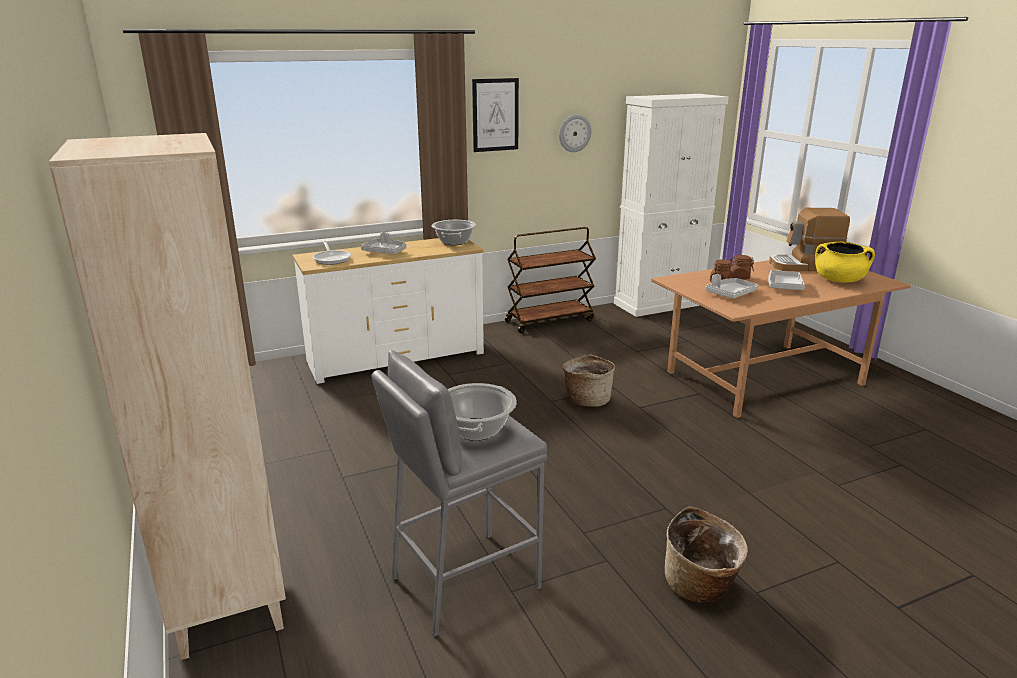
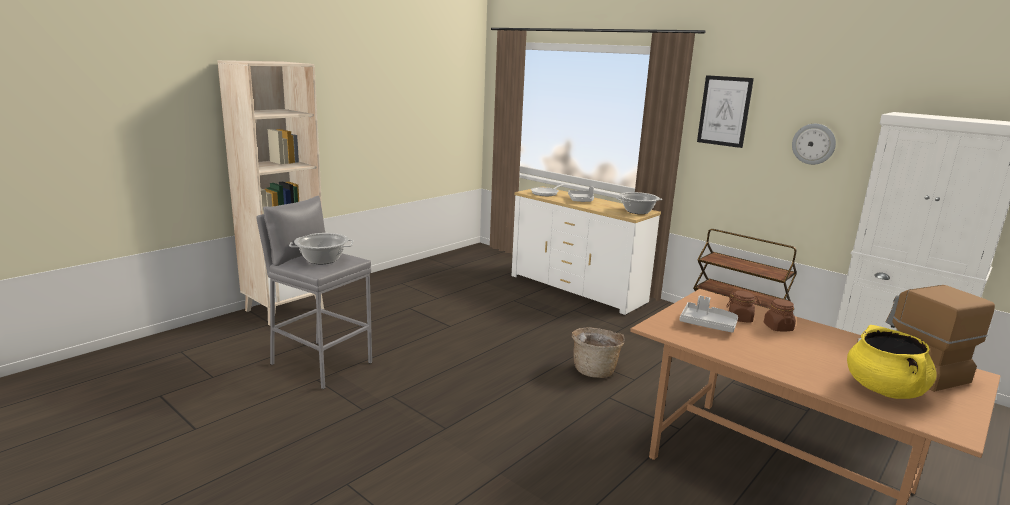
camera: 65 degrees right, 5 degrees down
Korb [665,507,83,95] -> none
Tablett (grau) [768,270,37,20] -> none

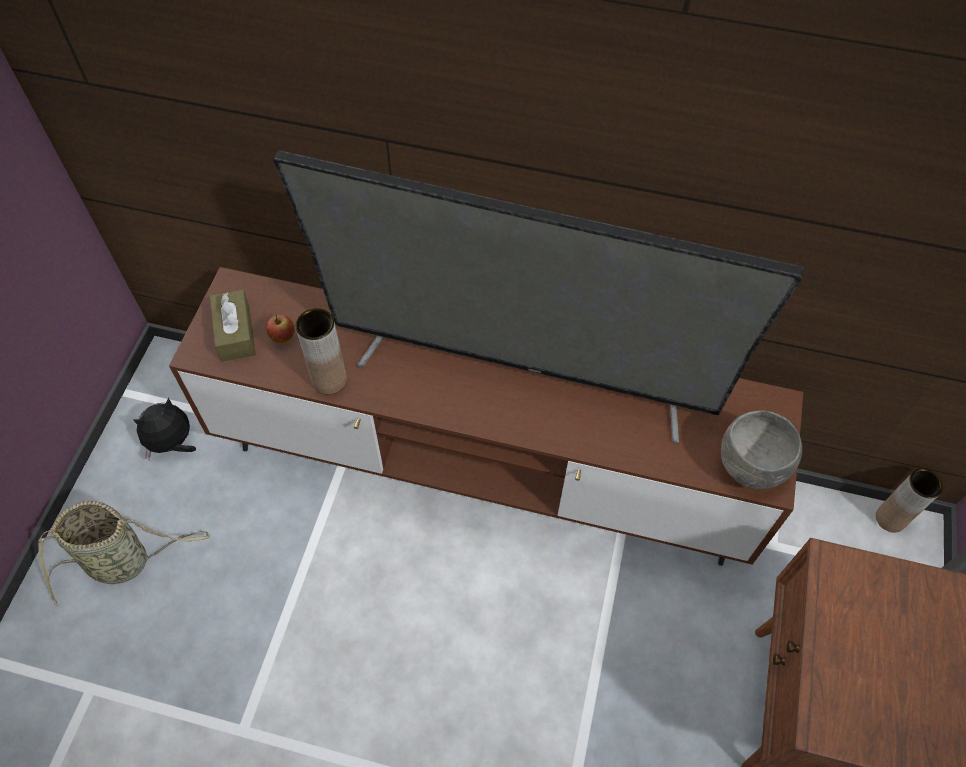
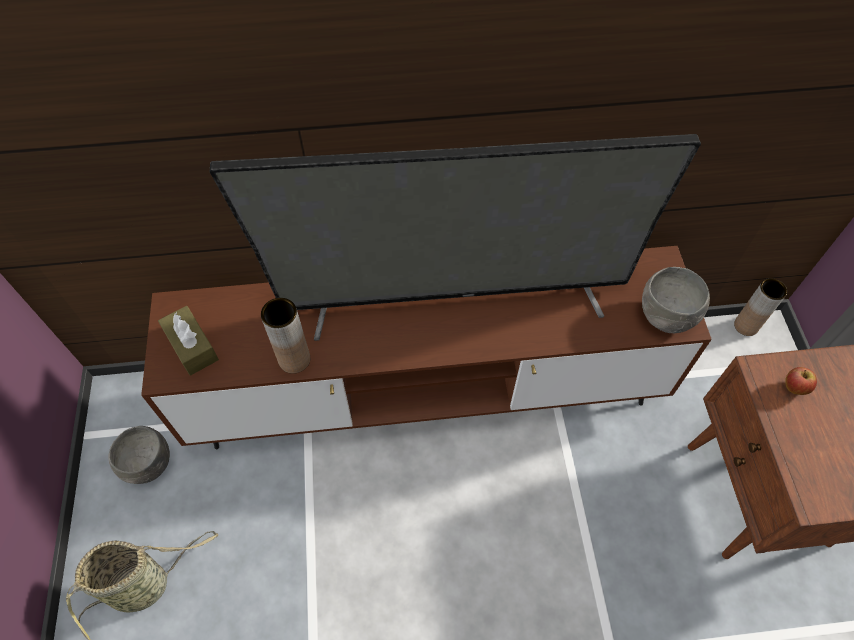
camera: 20 degrees left, 0 degrees up
Plüschtier [133,398,63,63] -> Schüssel (grau) [108,426,62,58]
Apfel [266,314,29,30] -> Apfel [785,367,32,28], move

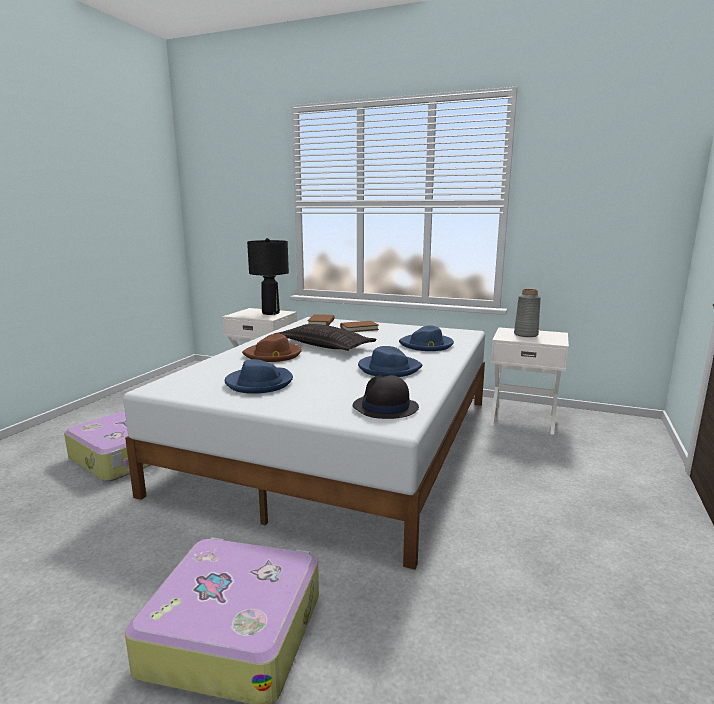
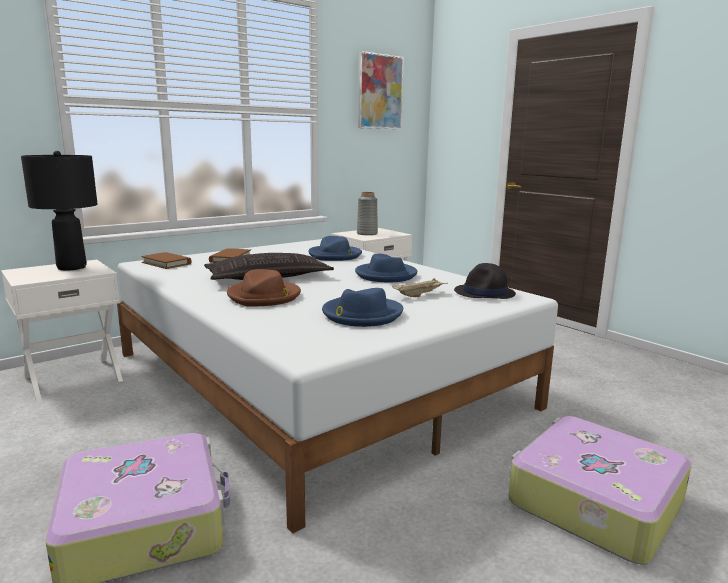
camera: 60 degrees left, 0 degrees up
none -> Bild [358,51,46,78]
none -> Tablett (beige) [392,278,56,19]

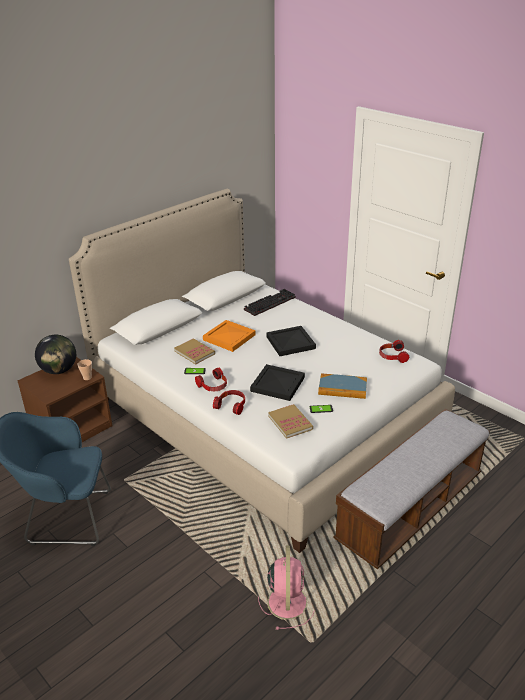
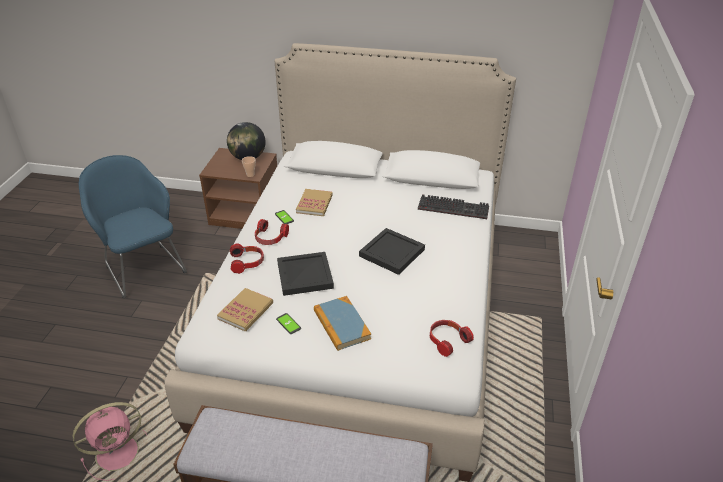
camera: 55 degrees right, 5 degrees up
Tablett (orange) [203,320,52,32] -> none

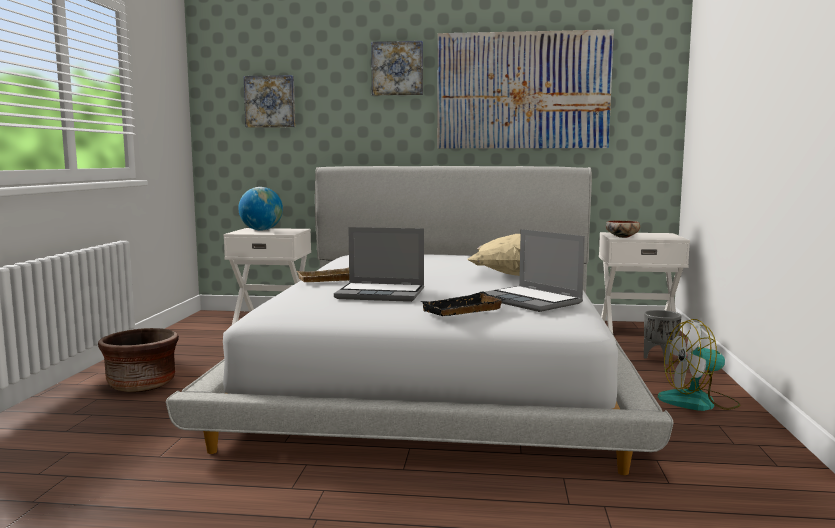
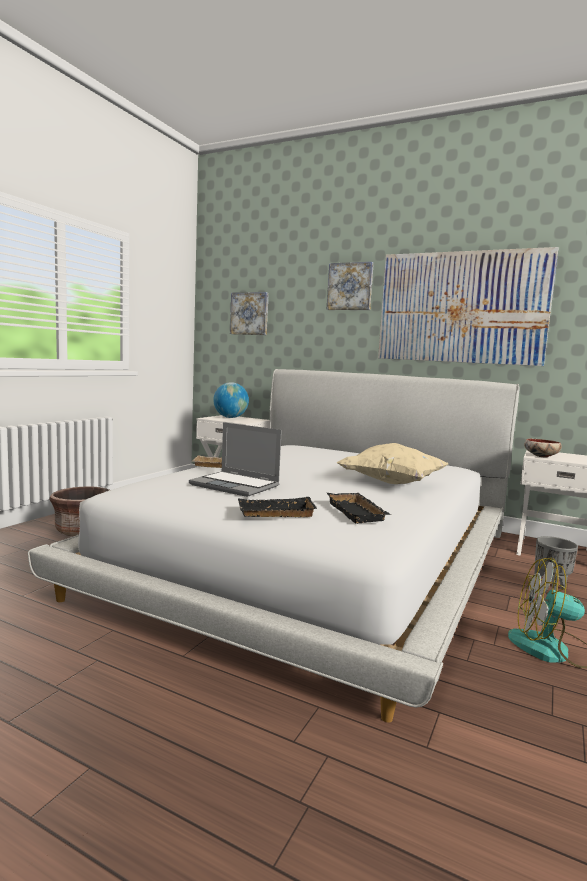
camera: 20 degrees right, 0 degrees up
Laptop [485,229,100,83] -> Tablett (schwarz) [327,493,64,31]

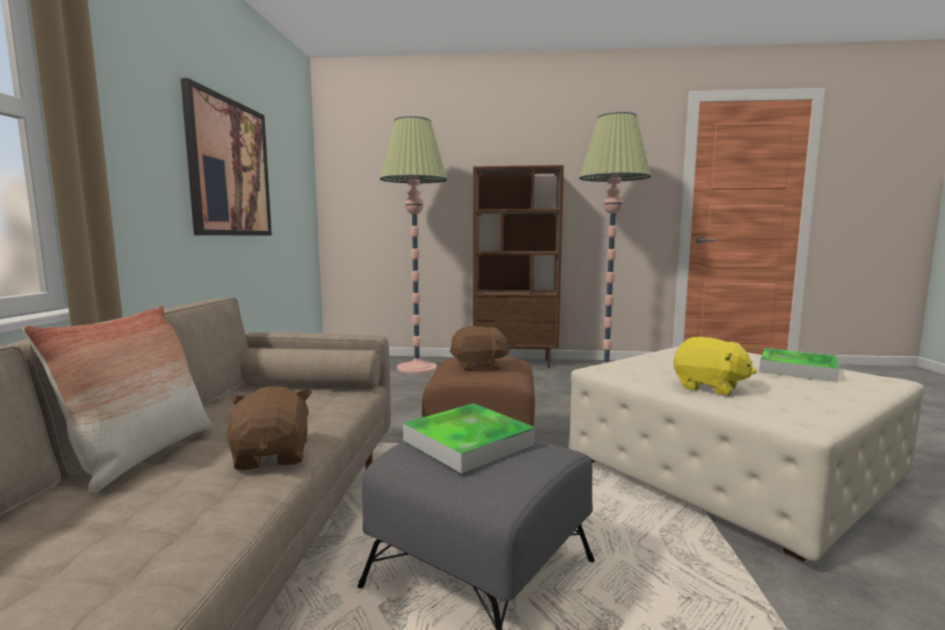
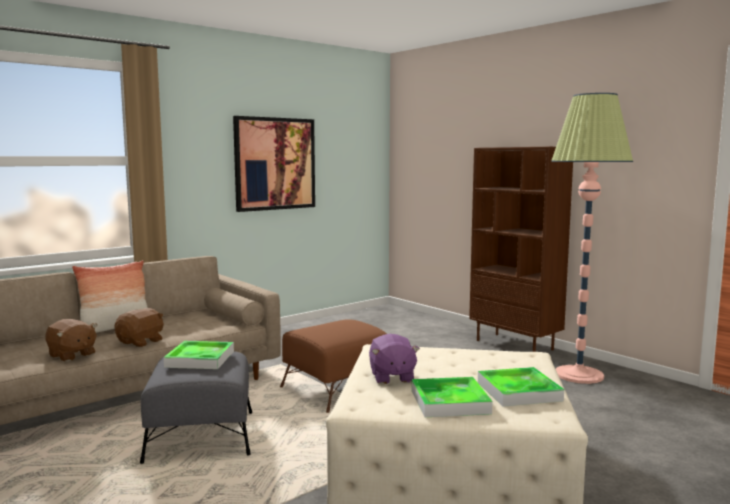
camera: 45 degrees right, 0 degrees up
Plüschtier (braun) [450,326,62,46] -> Plüschtier (braun) [45,319,52,43], move
Plüschtier (gelb) [673,337,84,59] -> Plüschtier (lila) [369,334,51,50]
none -> Tablett [412,377,81,40]
Stehlampe [380,116,67,258] -> none

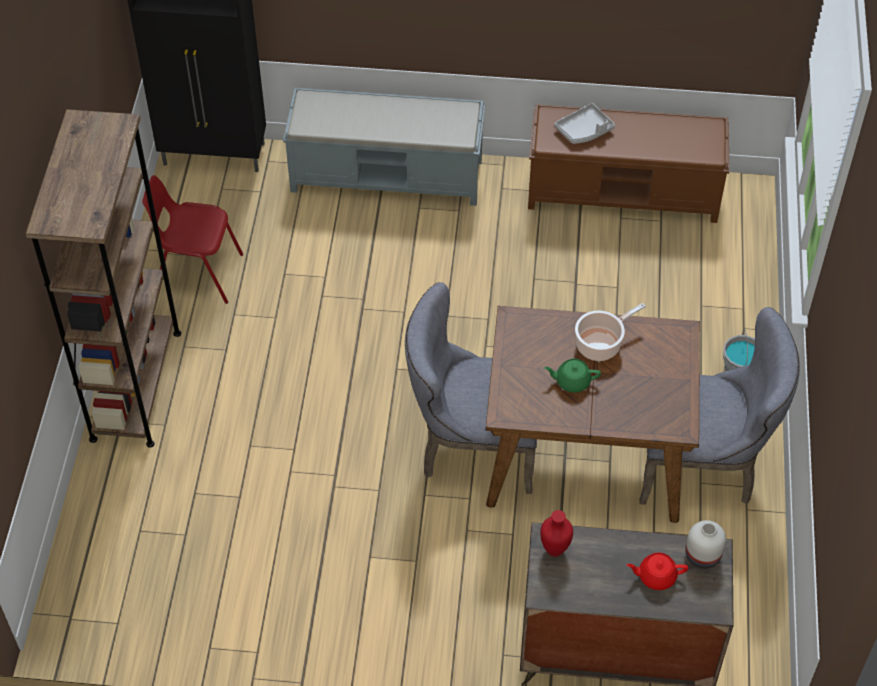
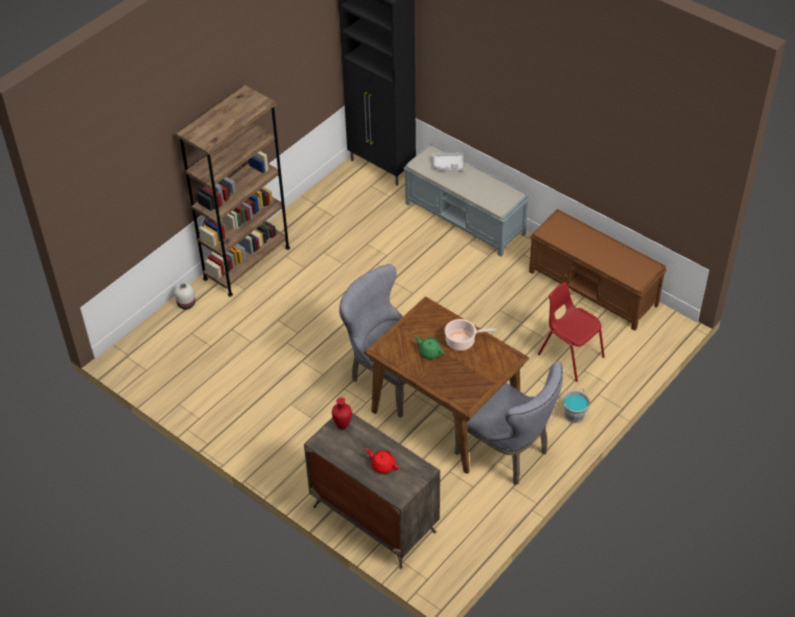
camera: 35 degrees right, 5 degrees down
Vase (weiß) [685,520,41,49] -> Vase (weiß) [175,283,20,26], move
Tablett (grau) [555,103,60,41] -> Tablett (grau) [433,153,32,19], move
Stuhl (rot) [142,175,101,129] -> Stuhl (rot) [538,282,67,100], move

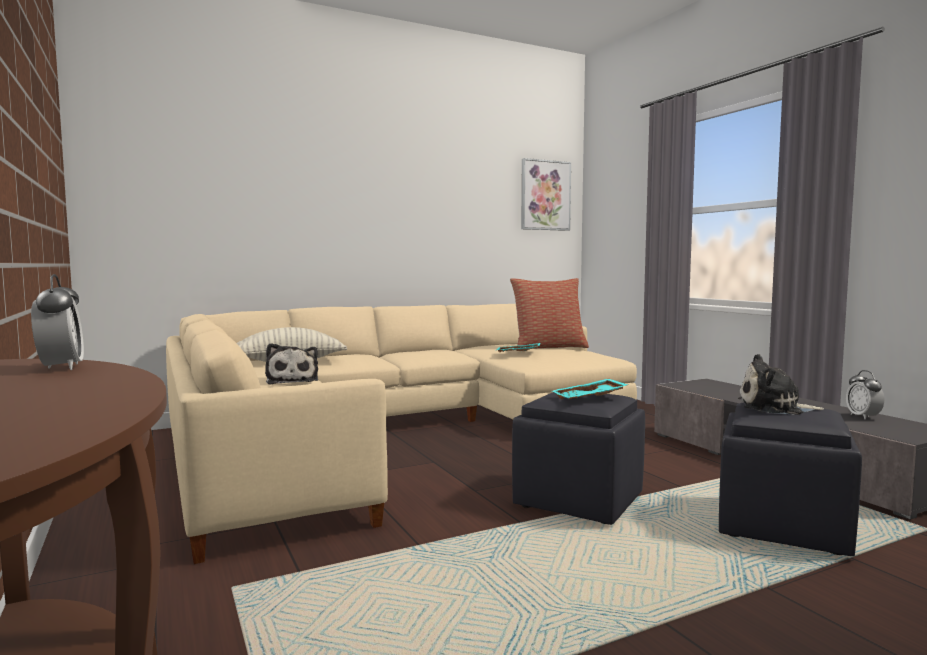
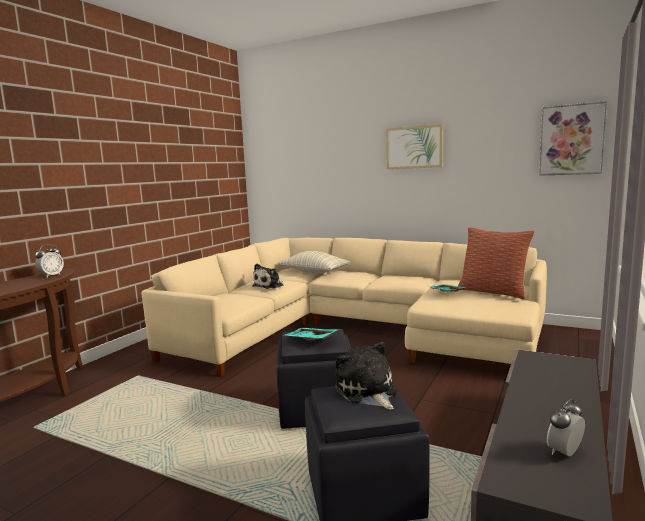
camera: 55 degrees right, 5 degrees up
none -> Bild [386,124,57,45]

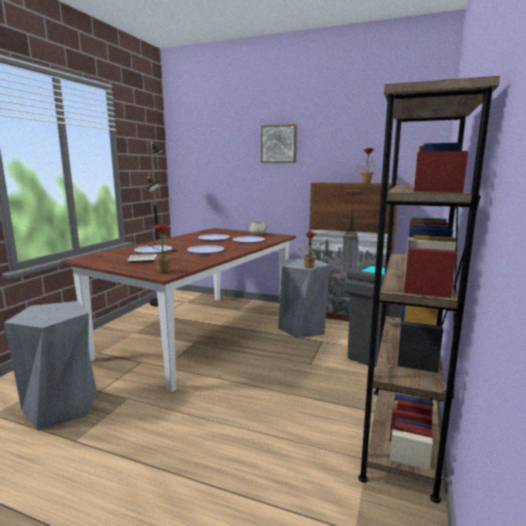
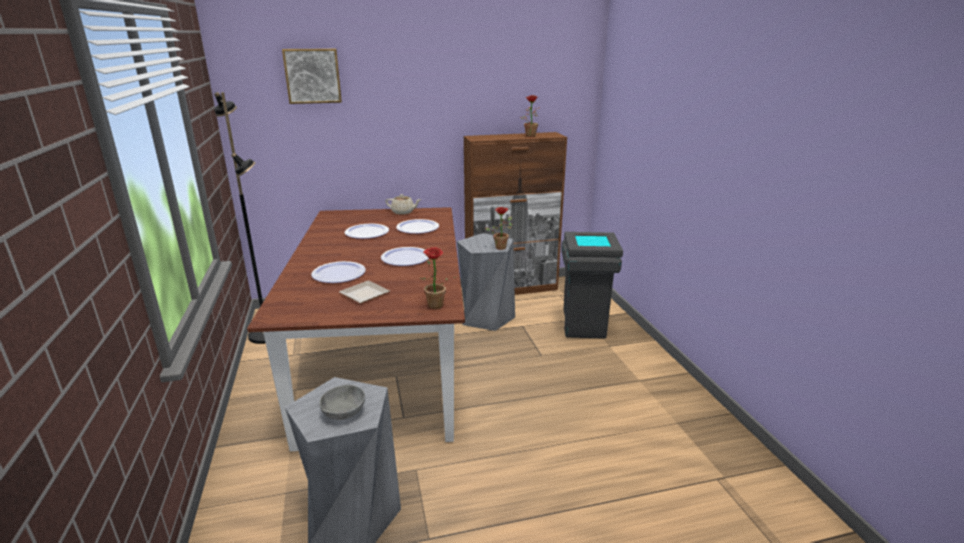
camera: 35 degrees left, 10 degrees up
Bild [261,124,36,39] -> Bild [282,49,60,55], move
none -> Schüssel (grau) [319,385,46,35]
Bücherregal (braun) [358,76,142,427] -> none

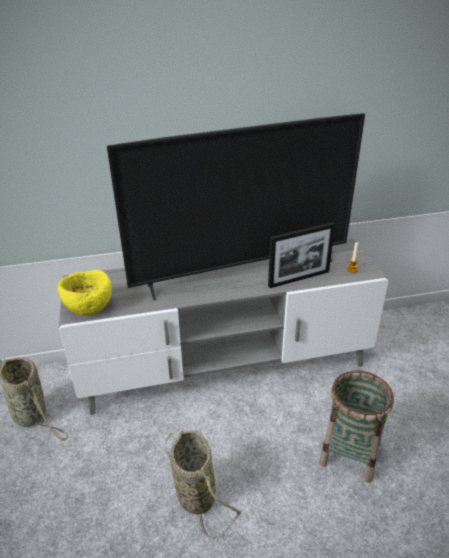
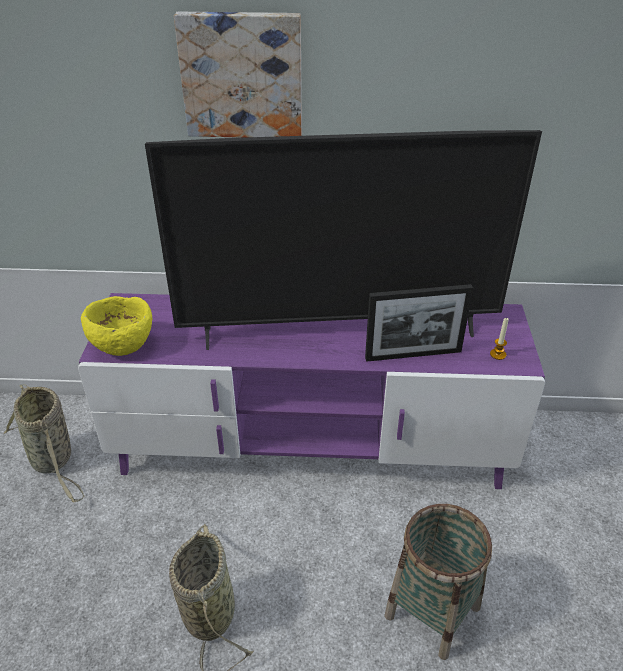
camera: 15 degrees right, 5 degrees up
Fernsehschrank (grau) [59,238,330,177] -> Fernsehschrank (lila) [78,293,467,196]
none -> Bild [174,12,128,126]

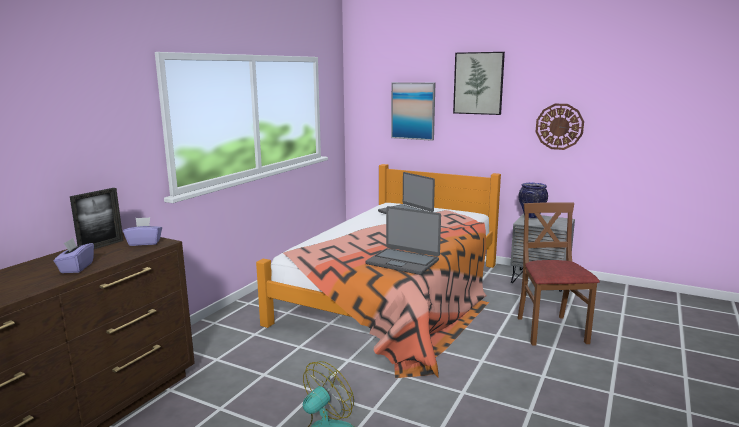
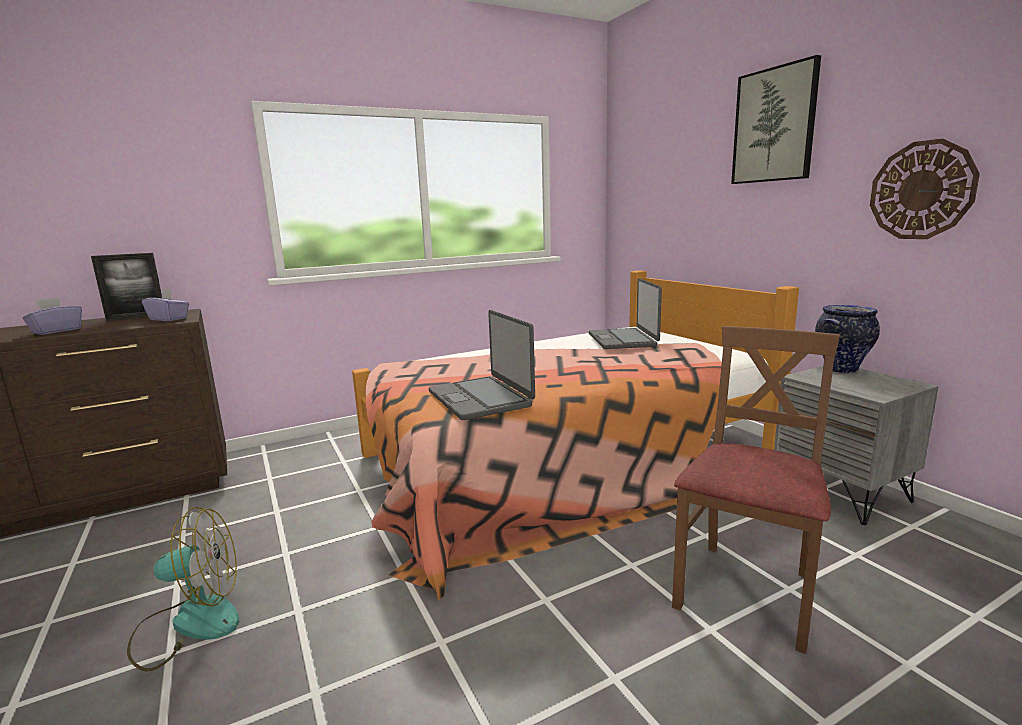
camera: 35 degrees right, 0 degrees up
Bild [391,82,44,59] -> none

